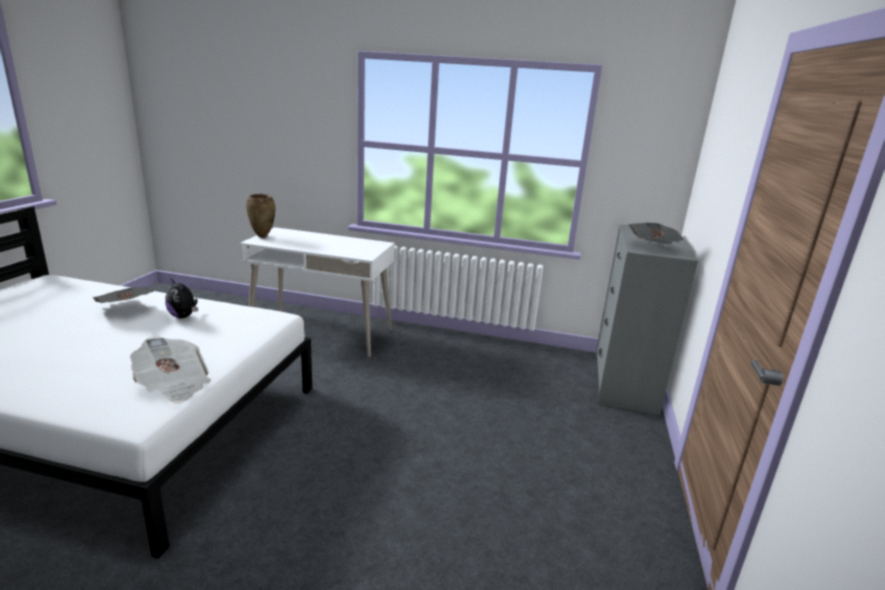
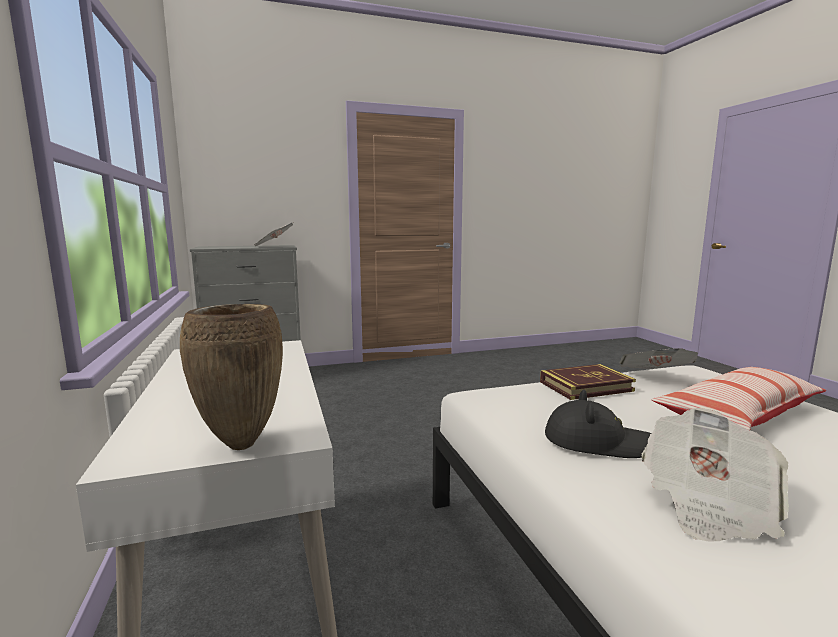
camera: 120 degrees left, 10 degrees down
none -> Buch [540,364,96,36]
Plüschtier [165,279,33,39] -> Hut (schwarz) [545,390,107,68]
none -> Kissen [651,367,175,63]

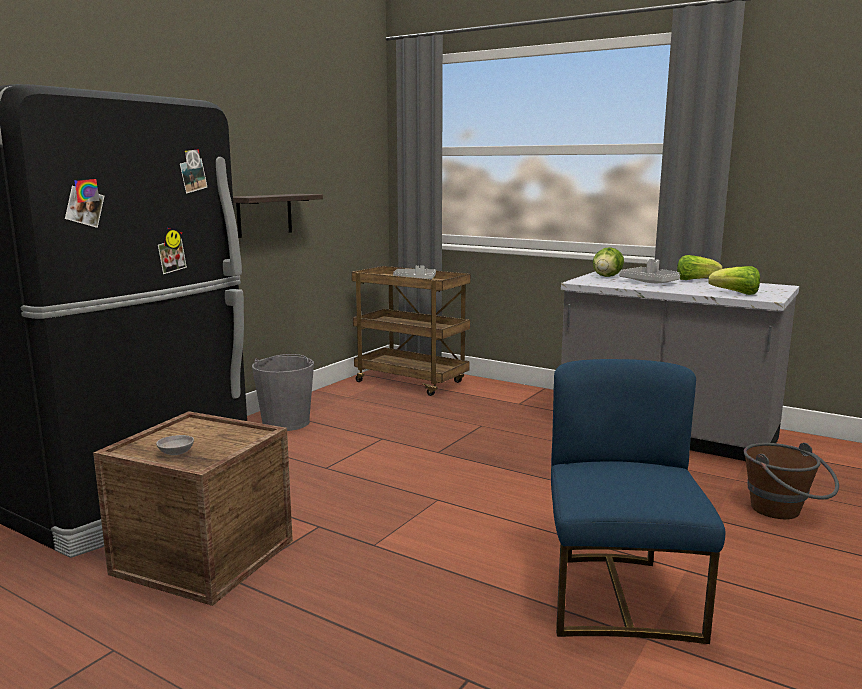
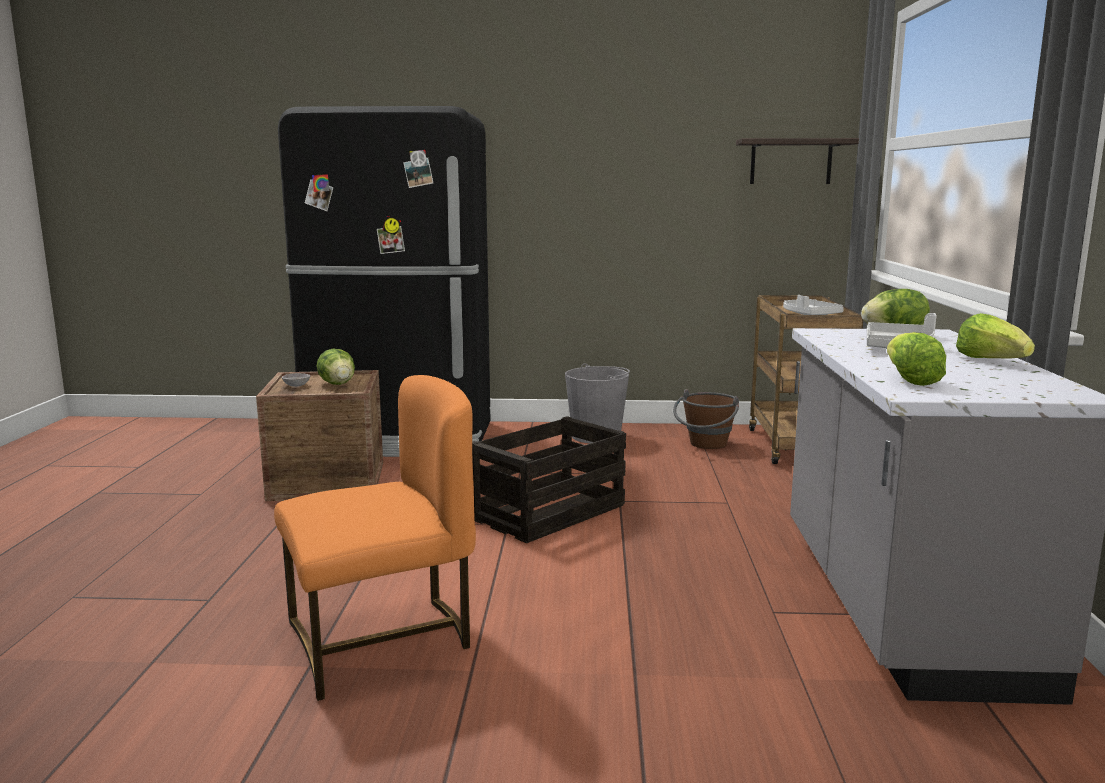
camera: 60 degrees right, 0 degrees up
Stuhl (blau) [551,359,174,285] -> Stuhl (orange) [274,375,202,326]
none -> Salatkopf [316,349,39,36]
none -> Kiste [472,416,154,127]
Eimer (braun) [743,443,96,76] -> Eimer (braun) [673,389,66,60], move
Wandregal [233,194,90,44] -> Wandregal [736,138,123,46], move

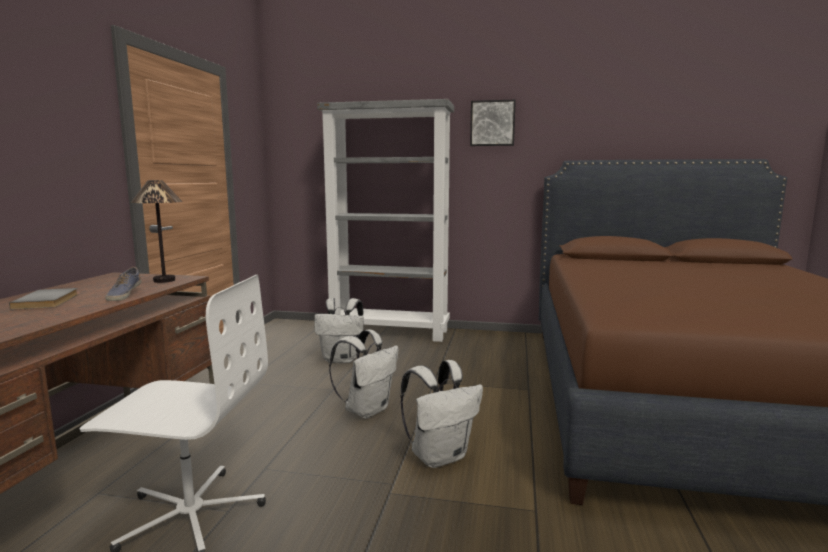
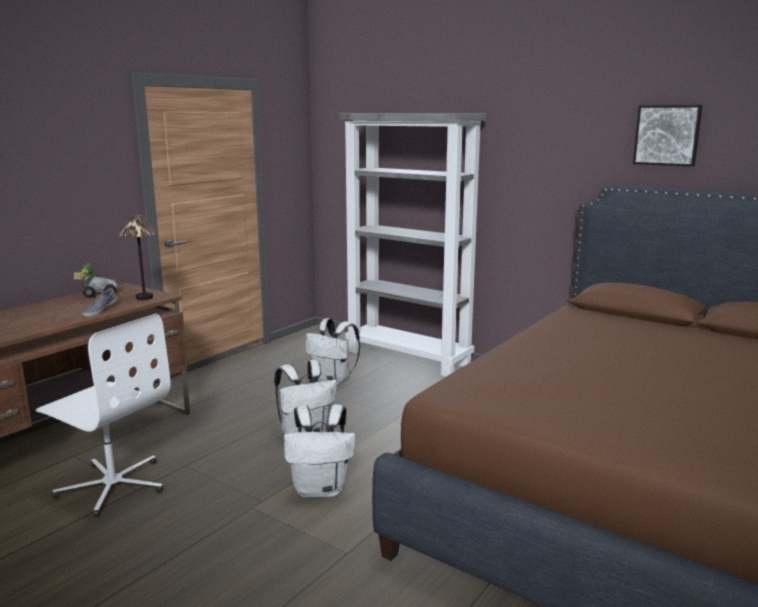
camera: 25 degrees right, 5 degrees up
none -> Spielzeugauto [73,263,45,35]
Bild [470,100,46,46] -> Bild [633,105,69,62], move
Buch (grau) [9,288,69,22] -> none

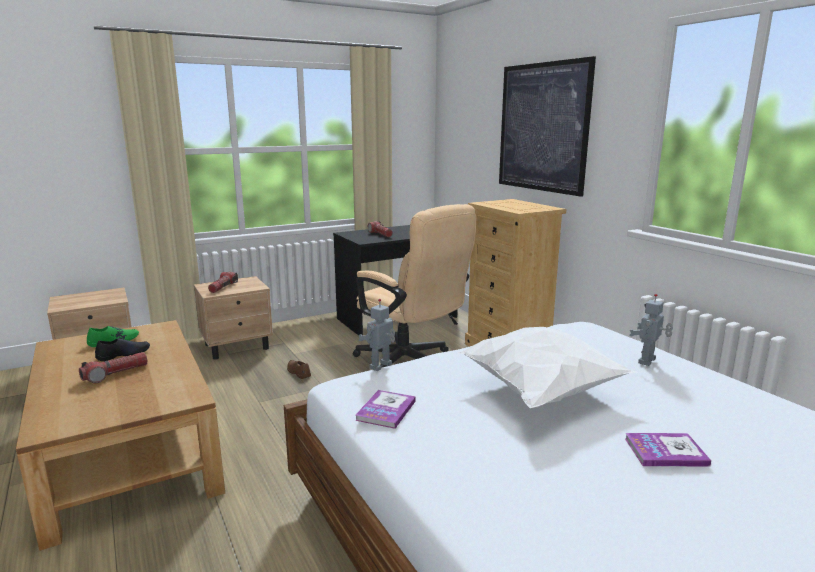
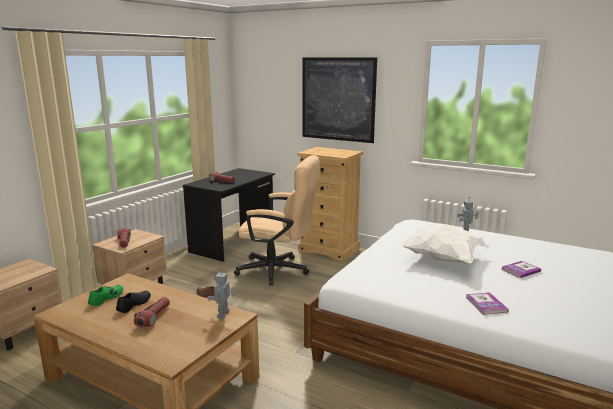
camera: 30 degrees left, 0 degrees up
Spielzeugroboter [359,299,36,72] -> Spielzeugroboter [208,269,27,50], move
Buch [355,390,61,39] -> Buch [466,292,43,23], move

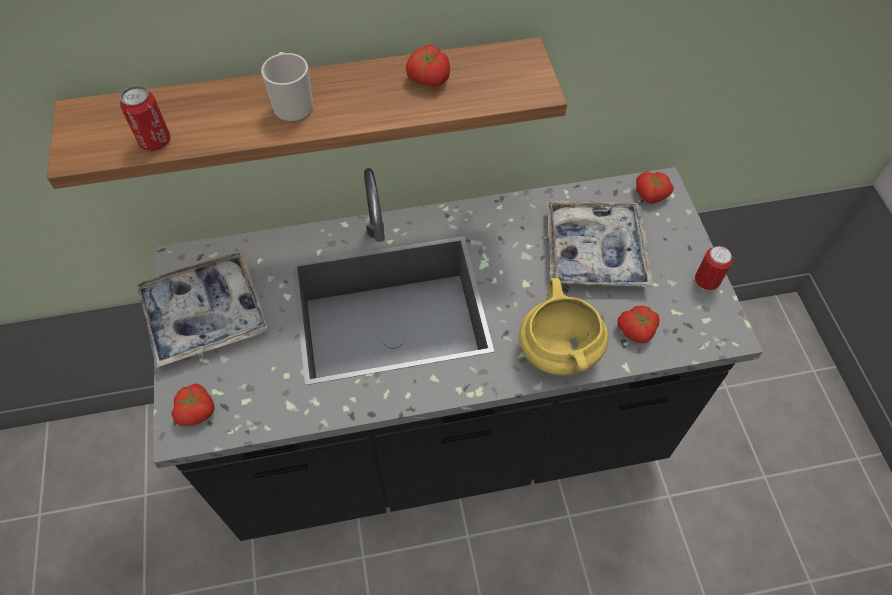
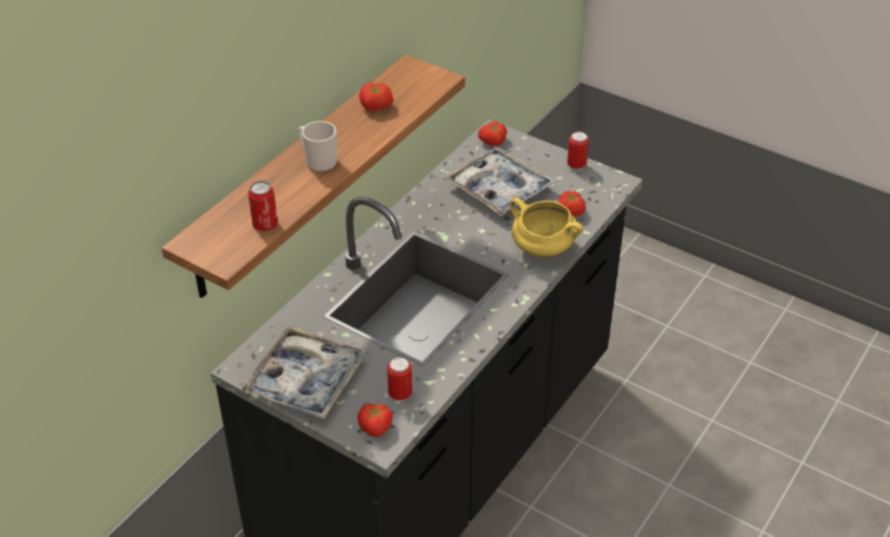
camera: 45 degrees left, 15 degrees down
none -> Dose [387,357,25,45]

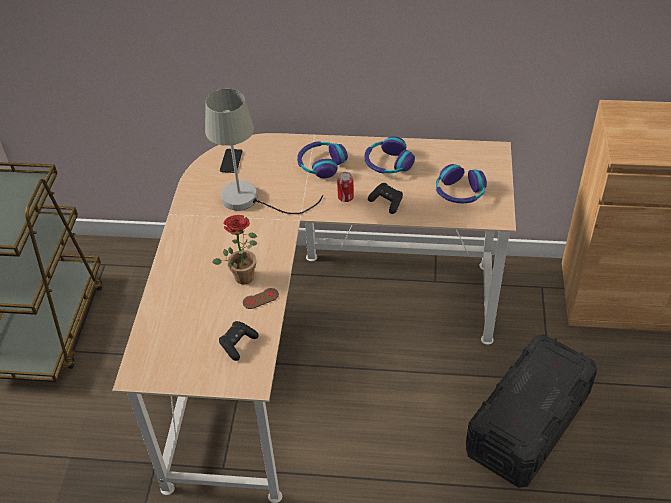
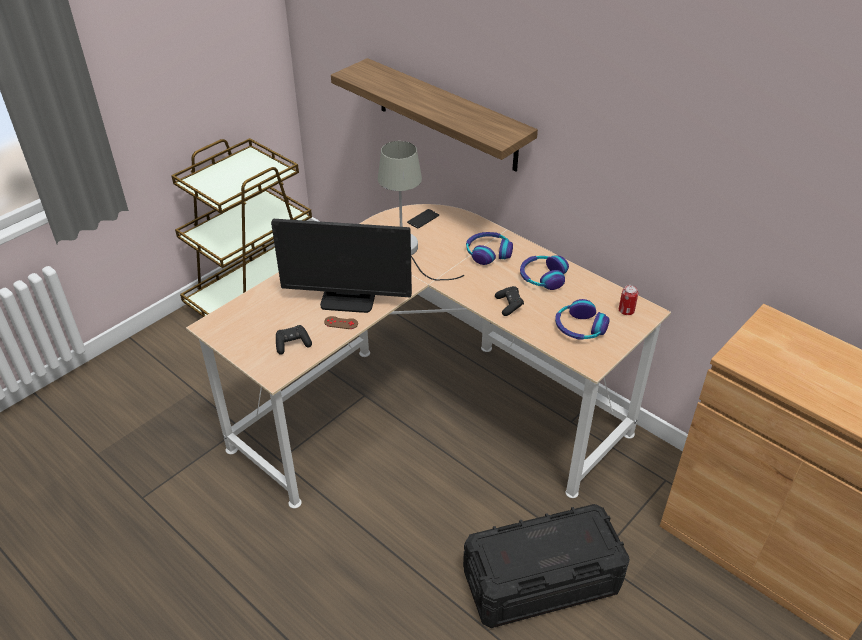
camera: 35 degrees right, 5 degrees down
Topfpflanze [212,215,46,69] -> Monitor [271,219,141,94]
none -> Wandregal [331,58,207,114]
Dose [337,172,17,30] -> Dose [619,285,19,30], move

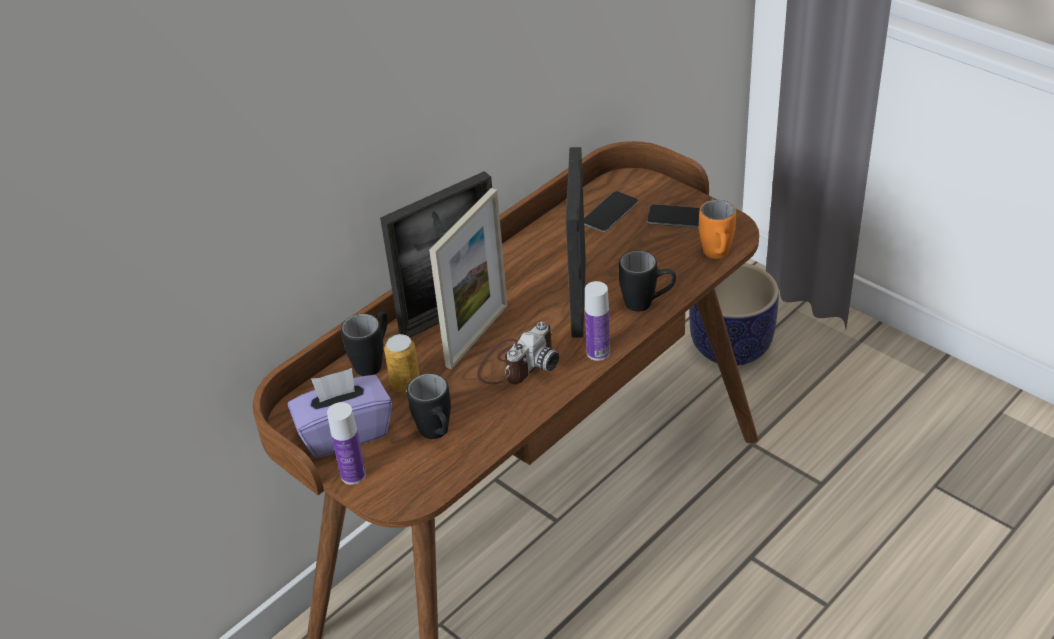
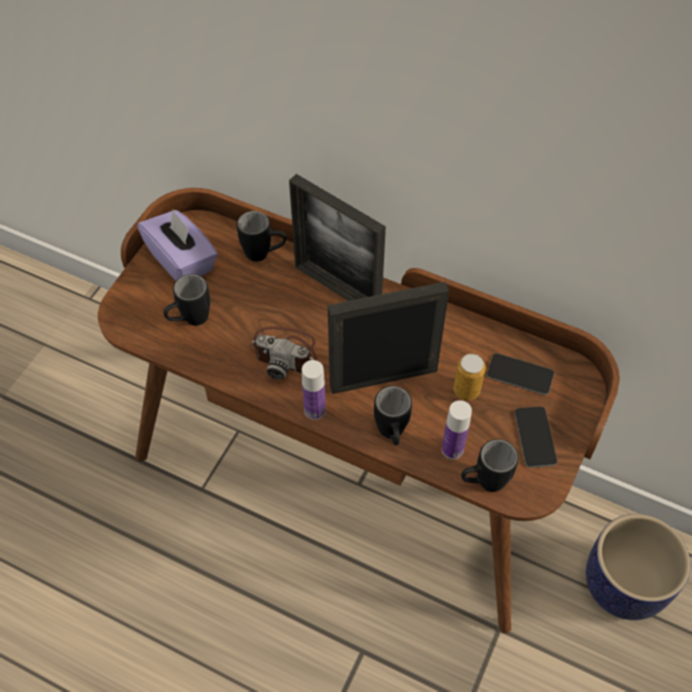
camera: 70 degrees right, 15 degrees up
Flasche [327,402,39,83] -> Flasche [442,400,30,59], move
Dose [384,334,35,58] -> Dose [454,354,32,47], move
Henkelbecher (orange) [699,200,37,59] -> Henkelbecher (schwarz) [461,439,57,53]
Bilderrahmen [429,188,79,181] -> none

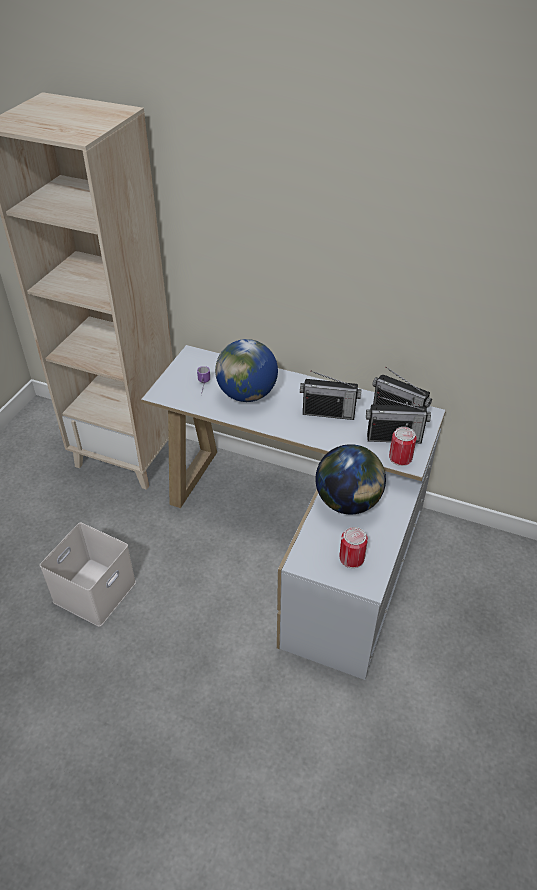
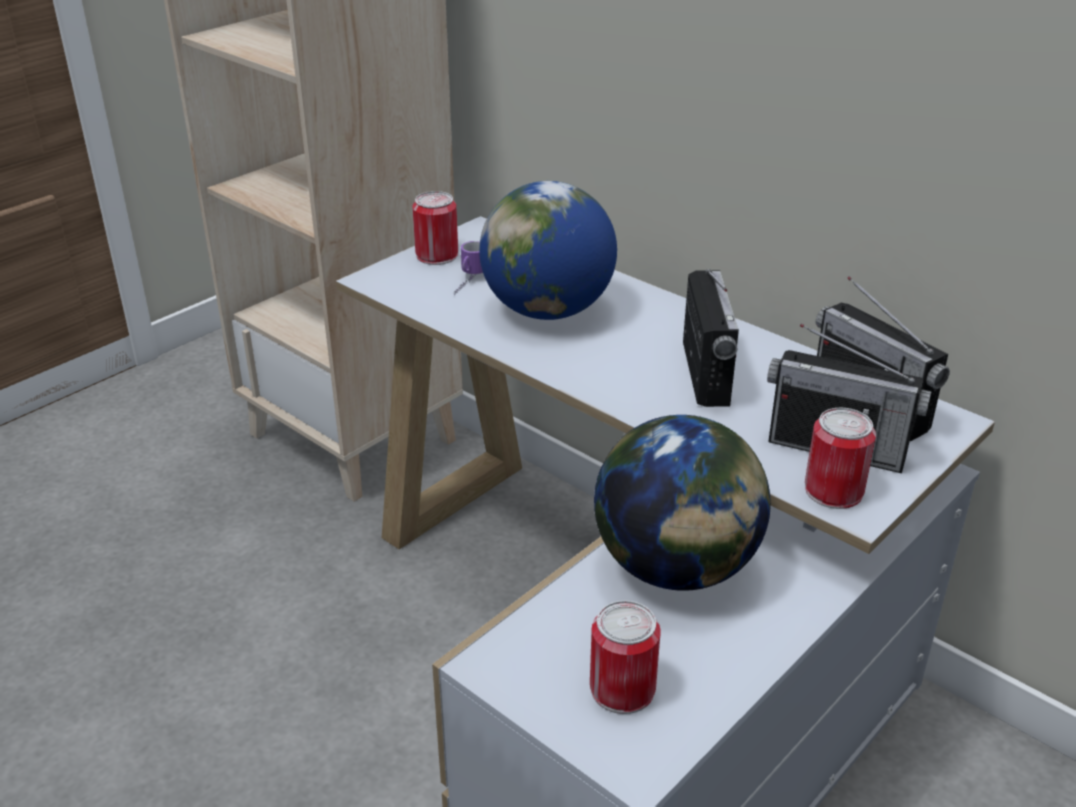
camera: 20 degrees right, 10 degrees down
none -> Dose [412,191,46,74]
Radio [300,370,62,50] -> Radio [683,269,56,138], 120 degrees counterclockwise
Aufbewahrungsbox (weiß) [40,523,96,104] -> none

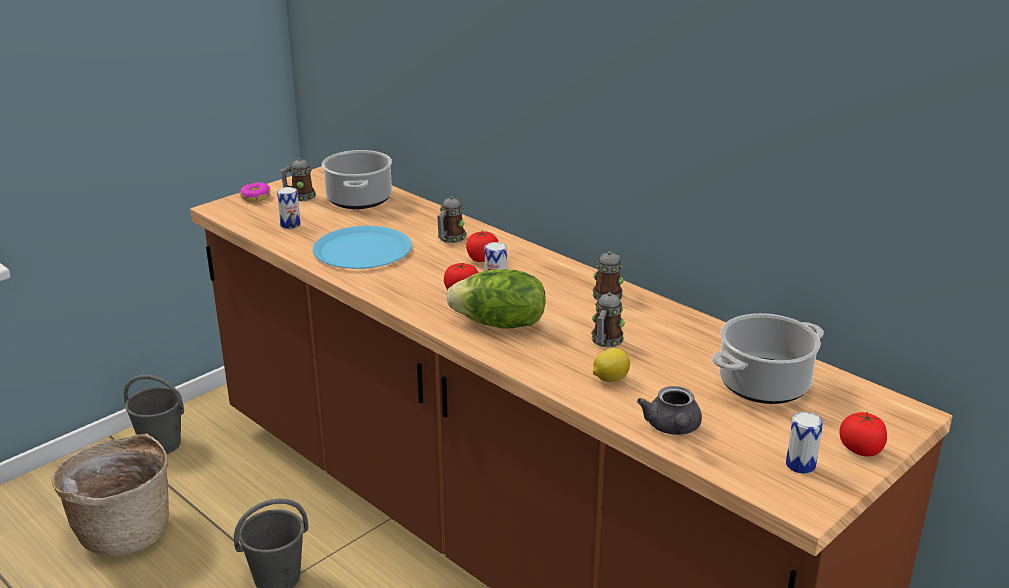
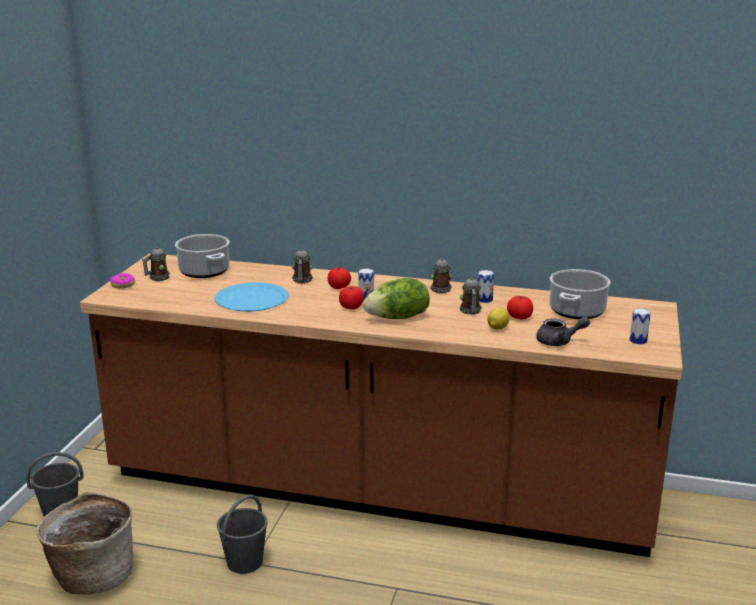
camera: 30 degrees left, 5 degrees down
Dose [277,187,24,42] -> Dose [478,270,16,33], move
Tomate [839,412,48,44] -> Tomate [507,296,26,23], move
Teekanne (grau) [637,386,65,49] -> Teekanne (grau) [536,317,54,29], 60 degrees counterclockwise

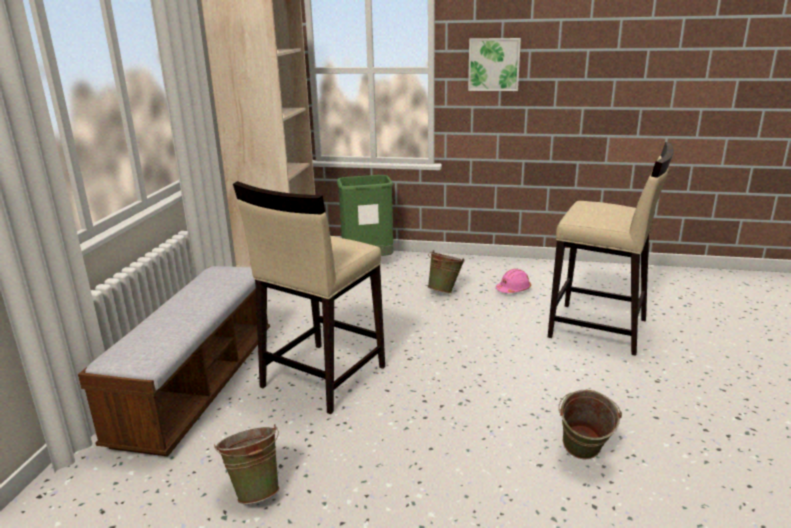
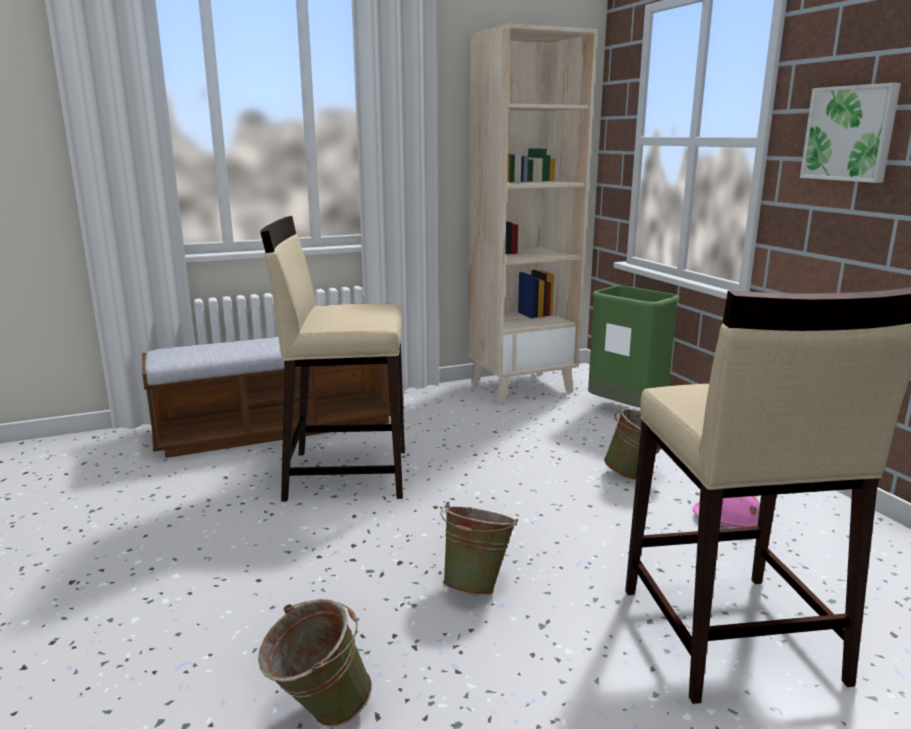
camera: 55 degrees right, 5 degrees down
Eimer (grün) [214,424,66,80] -> Eimer (grün) [441,502,77,94], move

